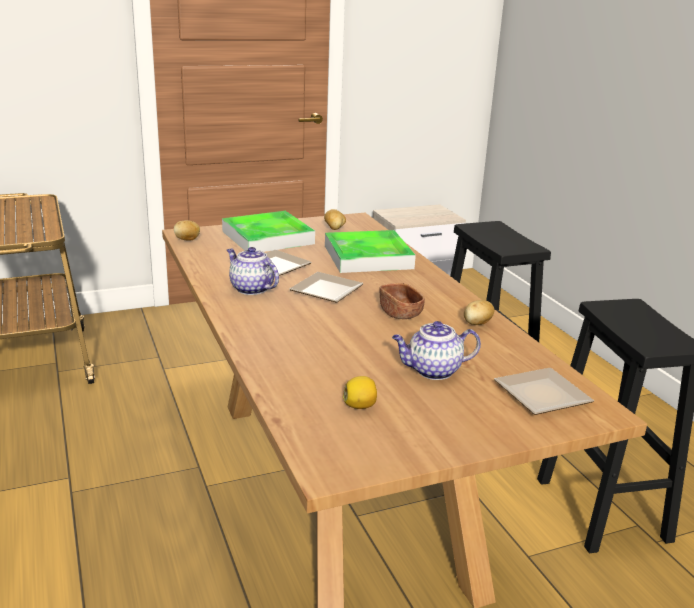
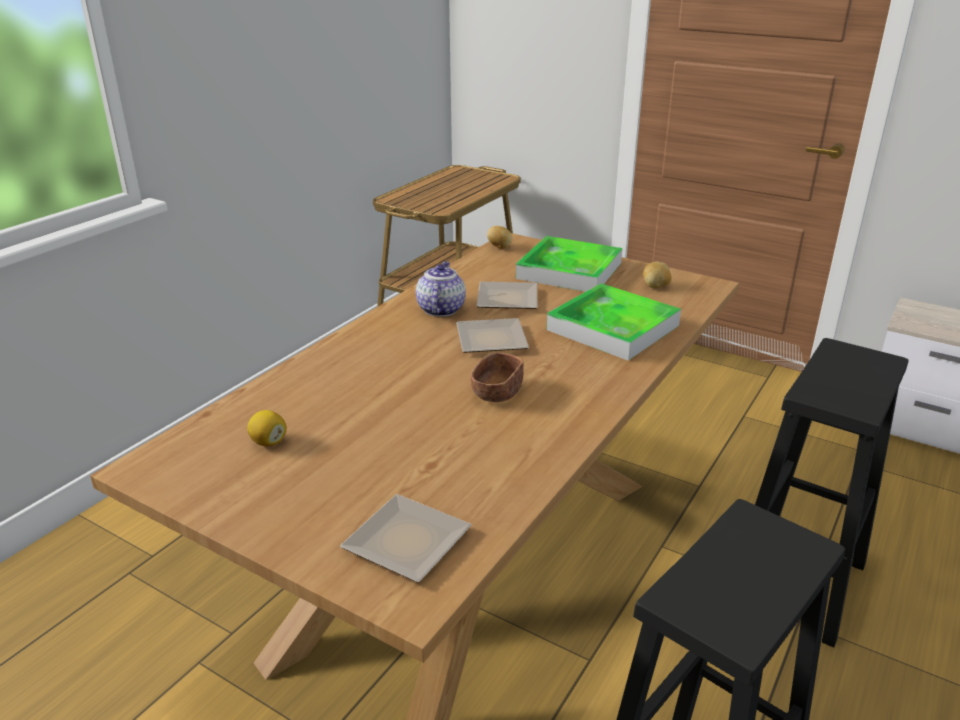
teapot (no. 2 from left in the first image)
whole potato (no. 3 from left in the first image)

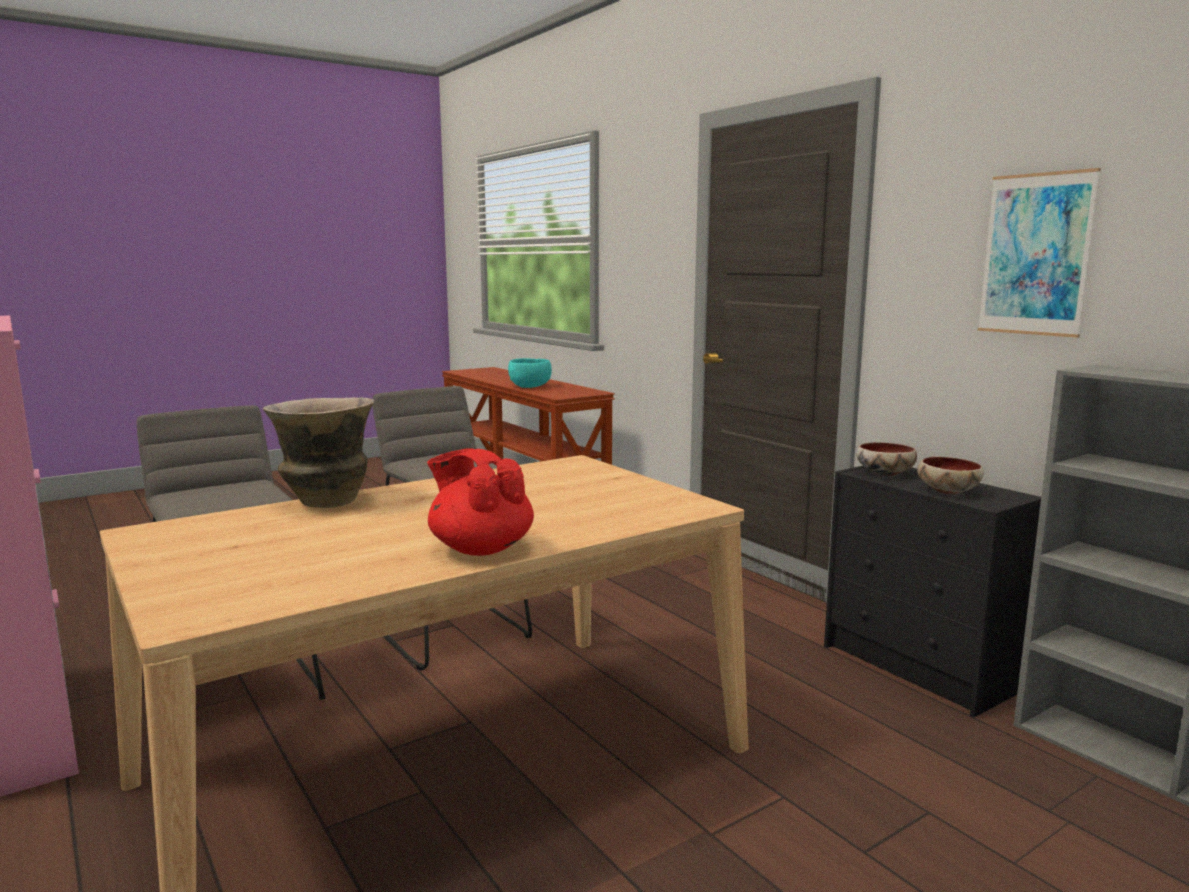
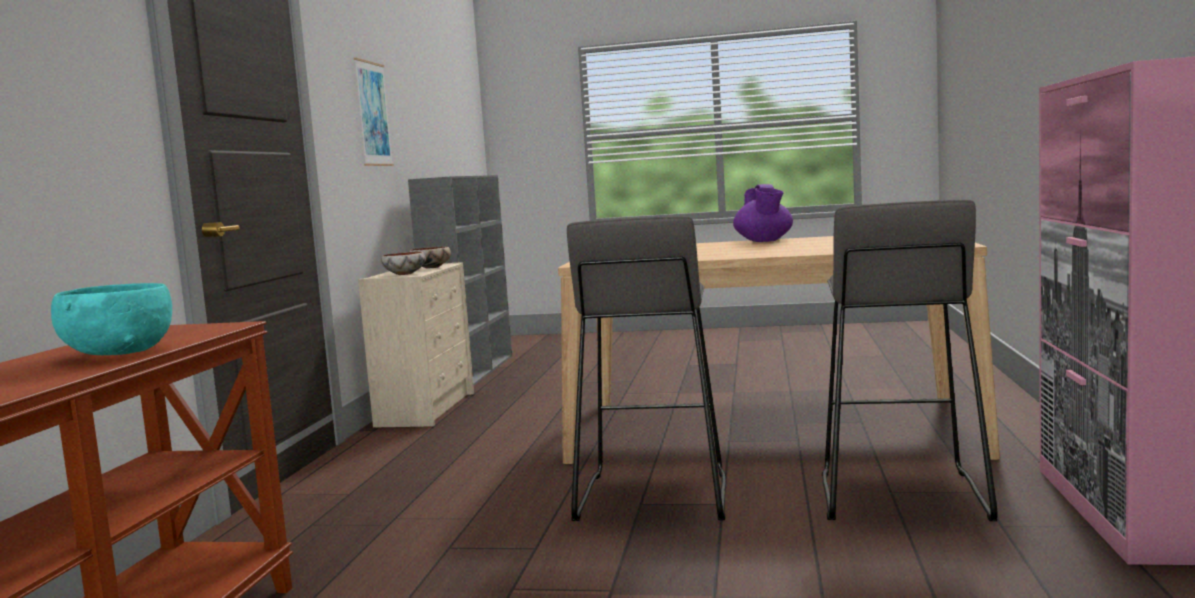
beige chest of drawers
purple-coloured teapot
flower vase

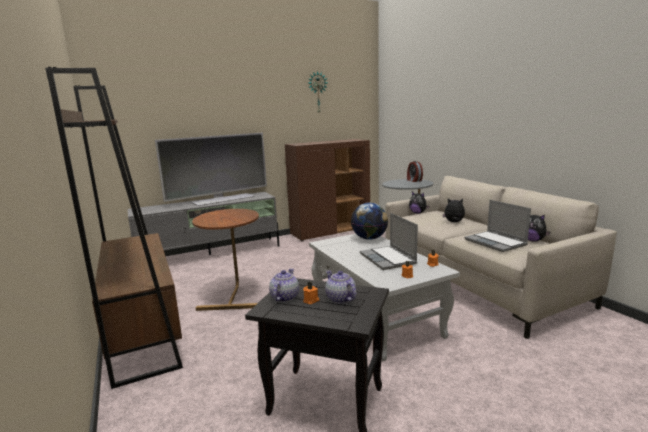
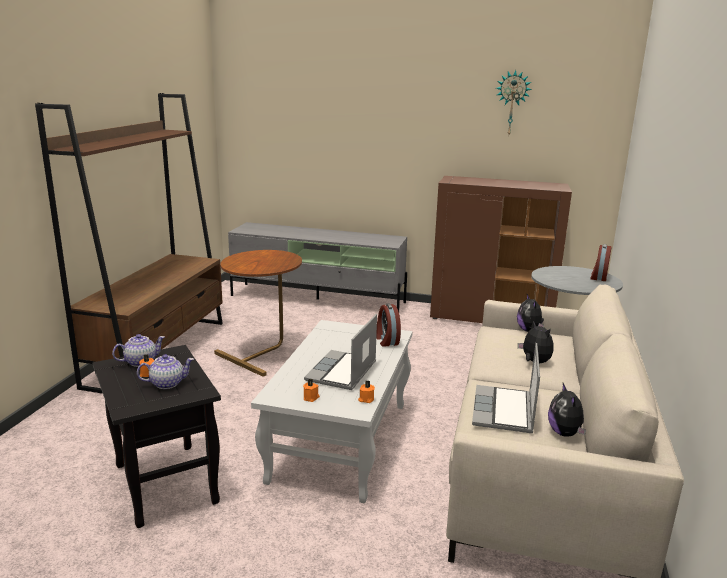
teapot (no. 2 from left)
table clock (no. 1 from left)
TV

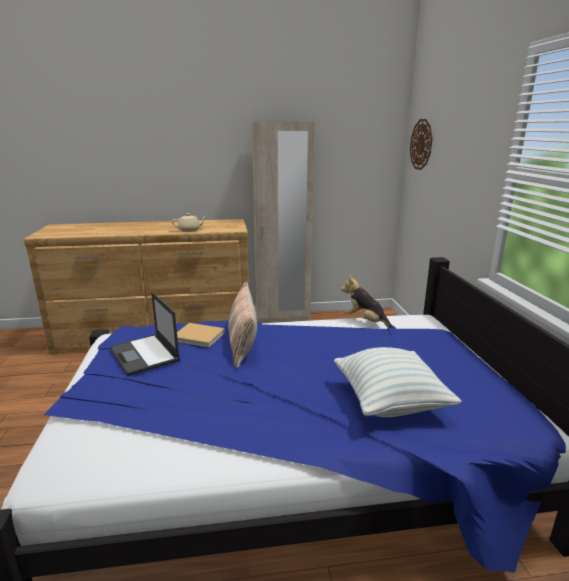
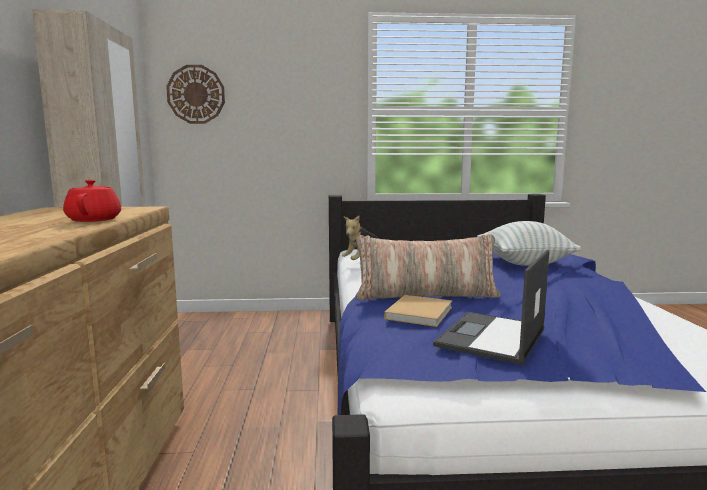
reddish teapot
portable computer

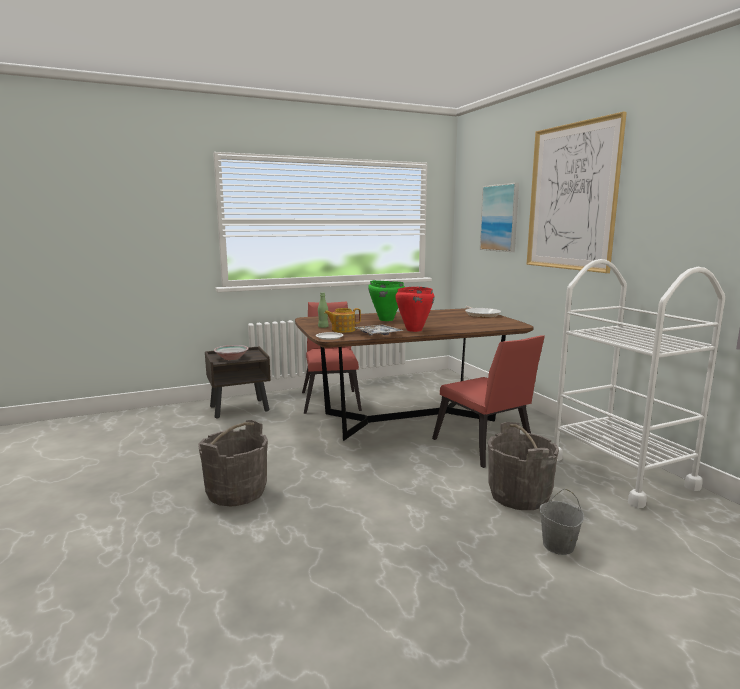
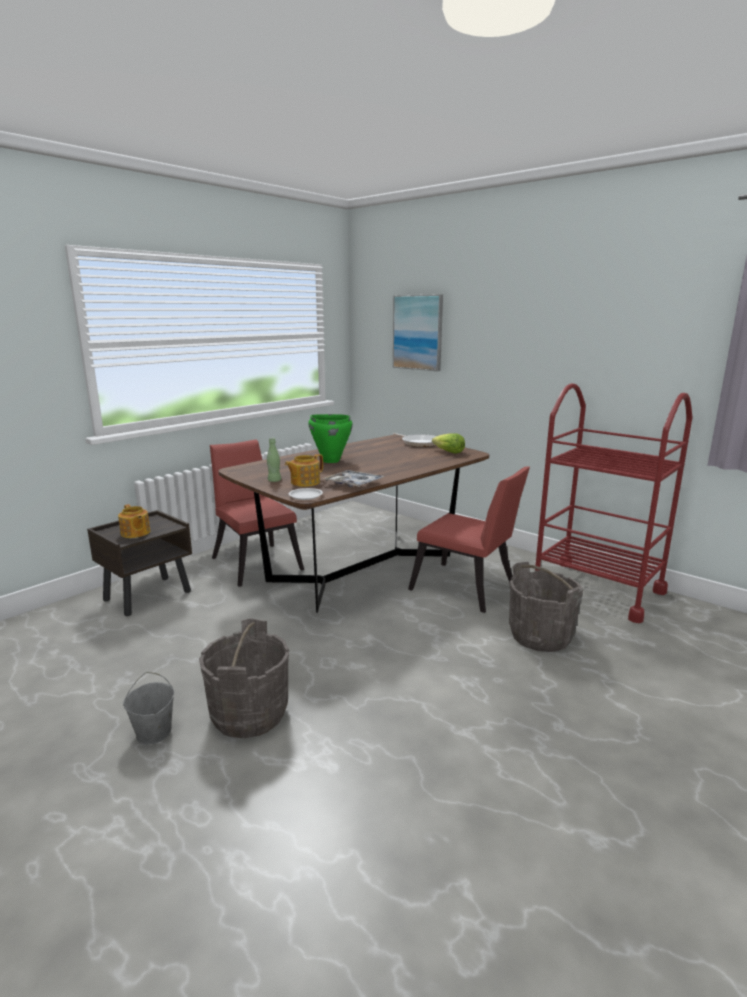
teapot (no. 1 from left)
greyish bucket (no. 1 from left)
head of lettuce
reddish trolley
reddish stockpot
wall picture (no. 2 from left in the first image)

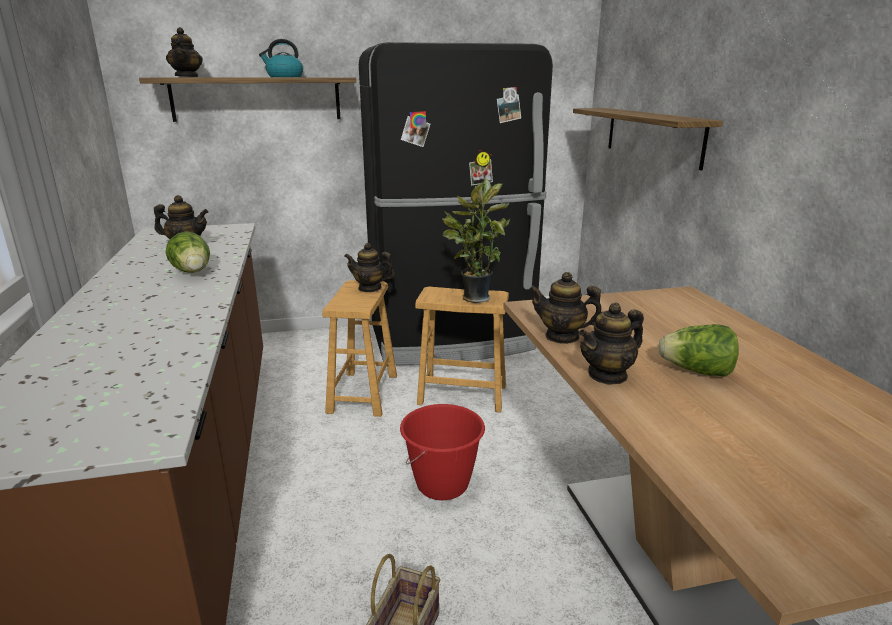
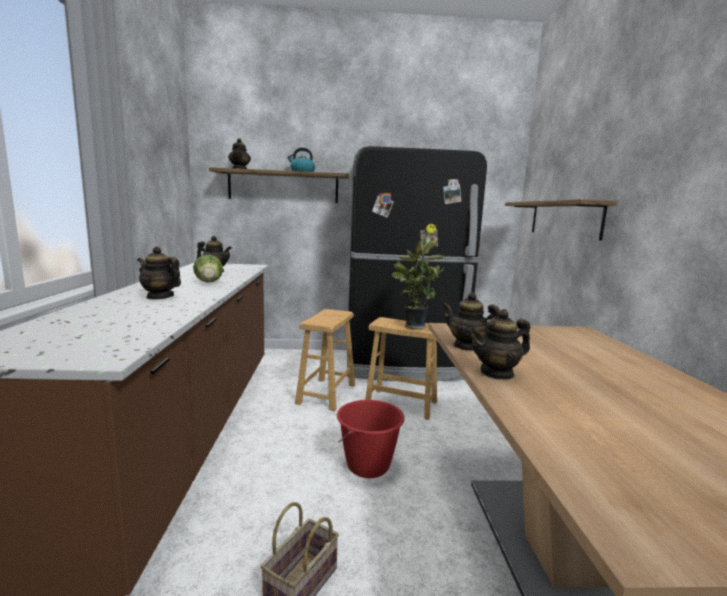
teapot (no. 1 from left)
head of lettuce (no. 2 from left in the first image)

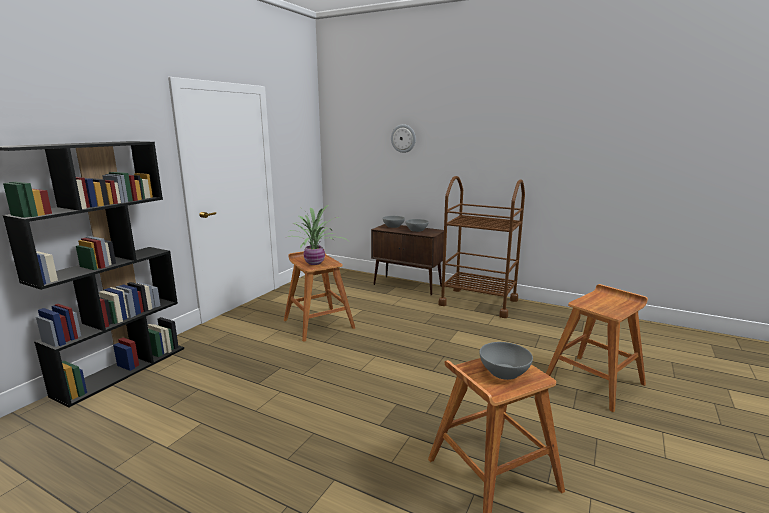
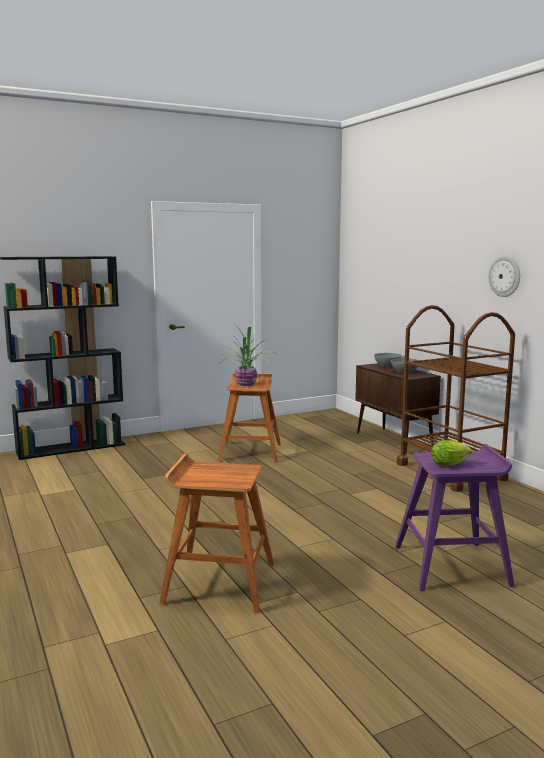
purple-coloured stool seat
head of lettuce
wall clock
greyish deep dish (no. 3 from left in the first image)

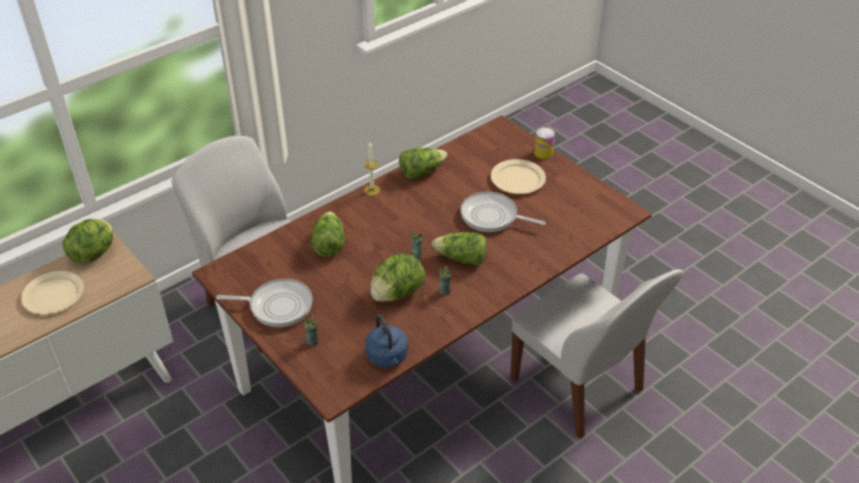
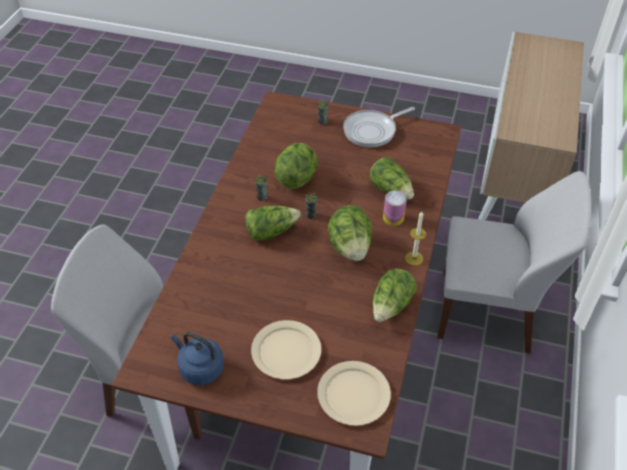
bluish tea kettle
beige dinner plate (no. 2 from left)
head of lettuce (no. 3 from left)
sealed can
pan (no. 2 from left in the first image)

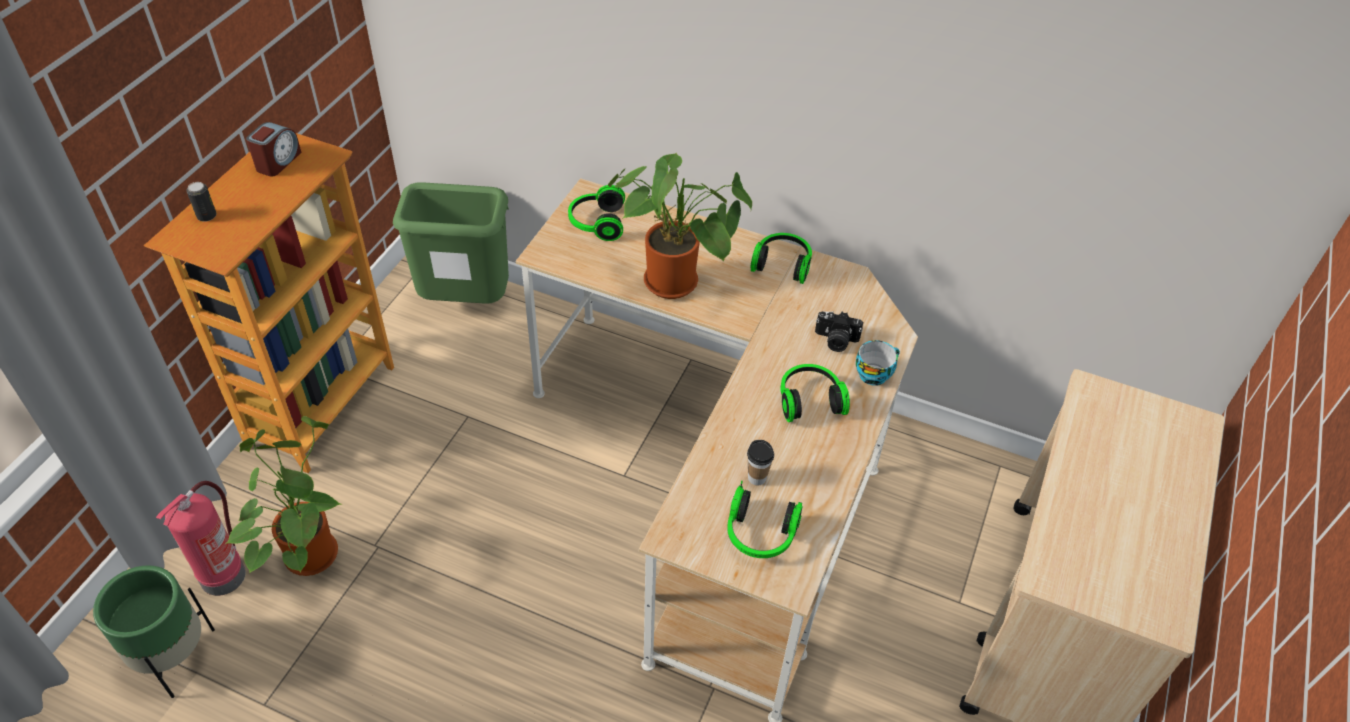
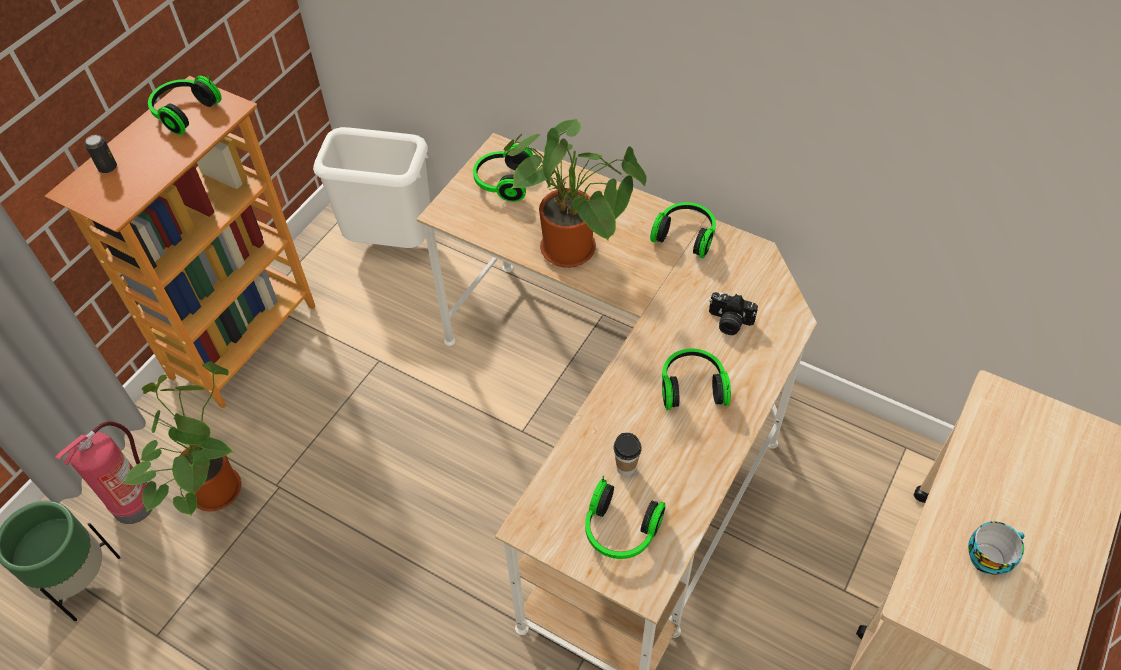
pair of headphones (no. 1 from left)
whitish rubbish bin
cup (no. 2 from left)

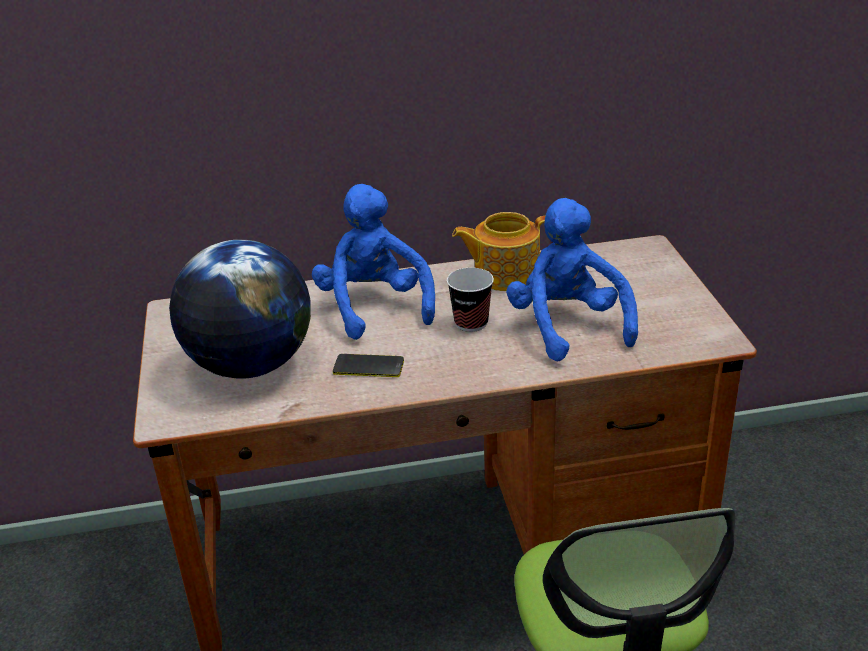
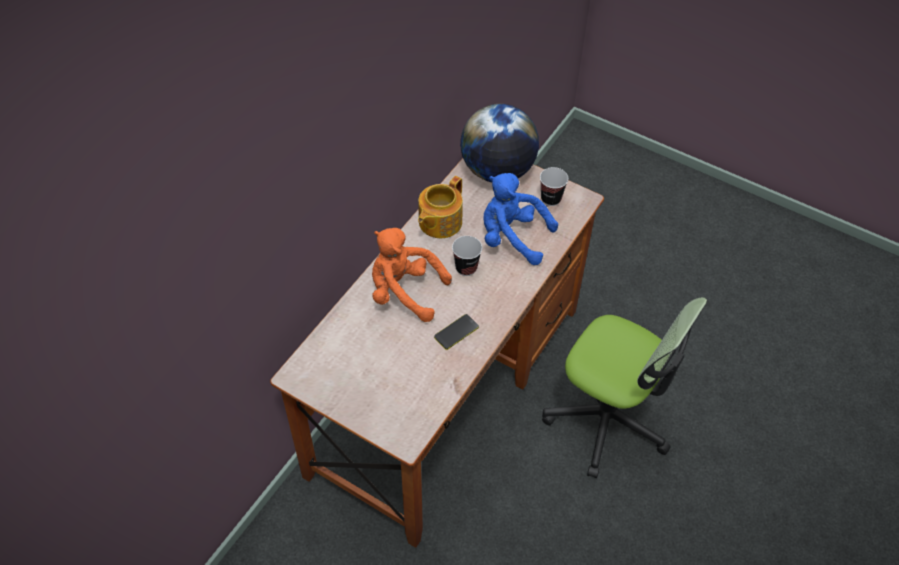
orange cuddly toy
globe
cup (no. 2 from left)

